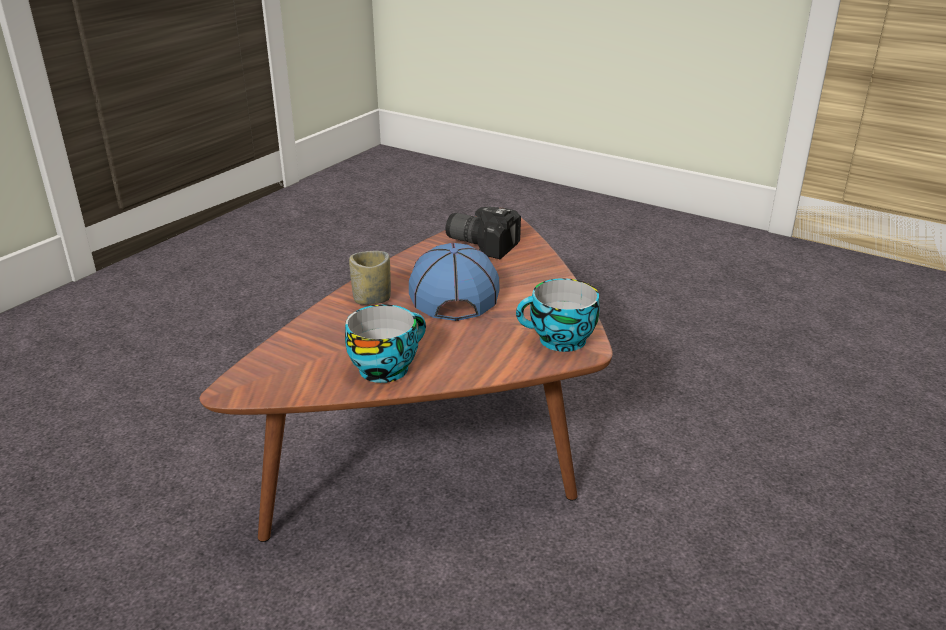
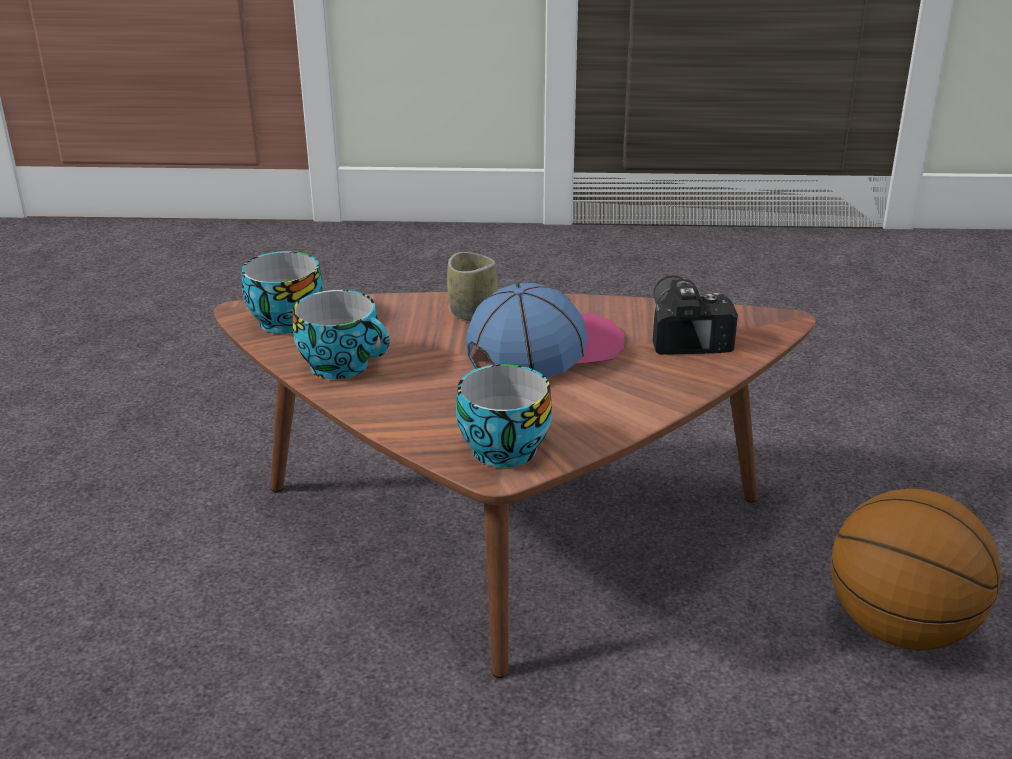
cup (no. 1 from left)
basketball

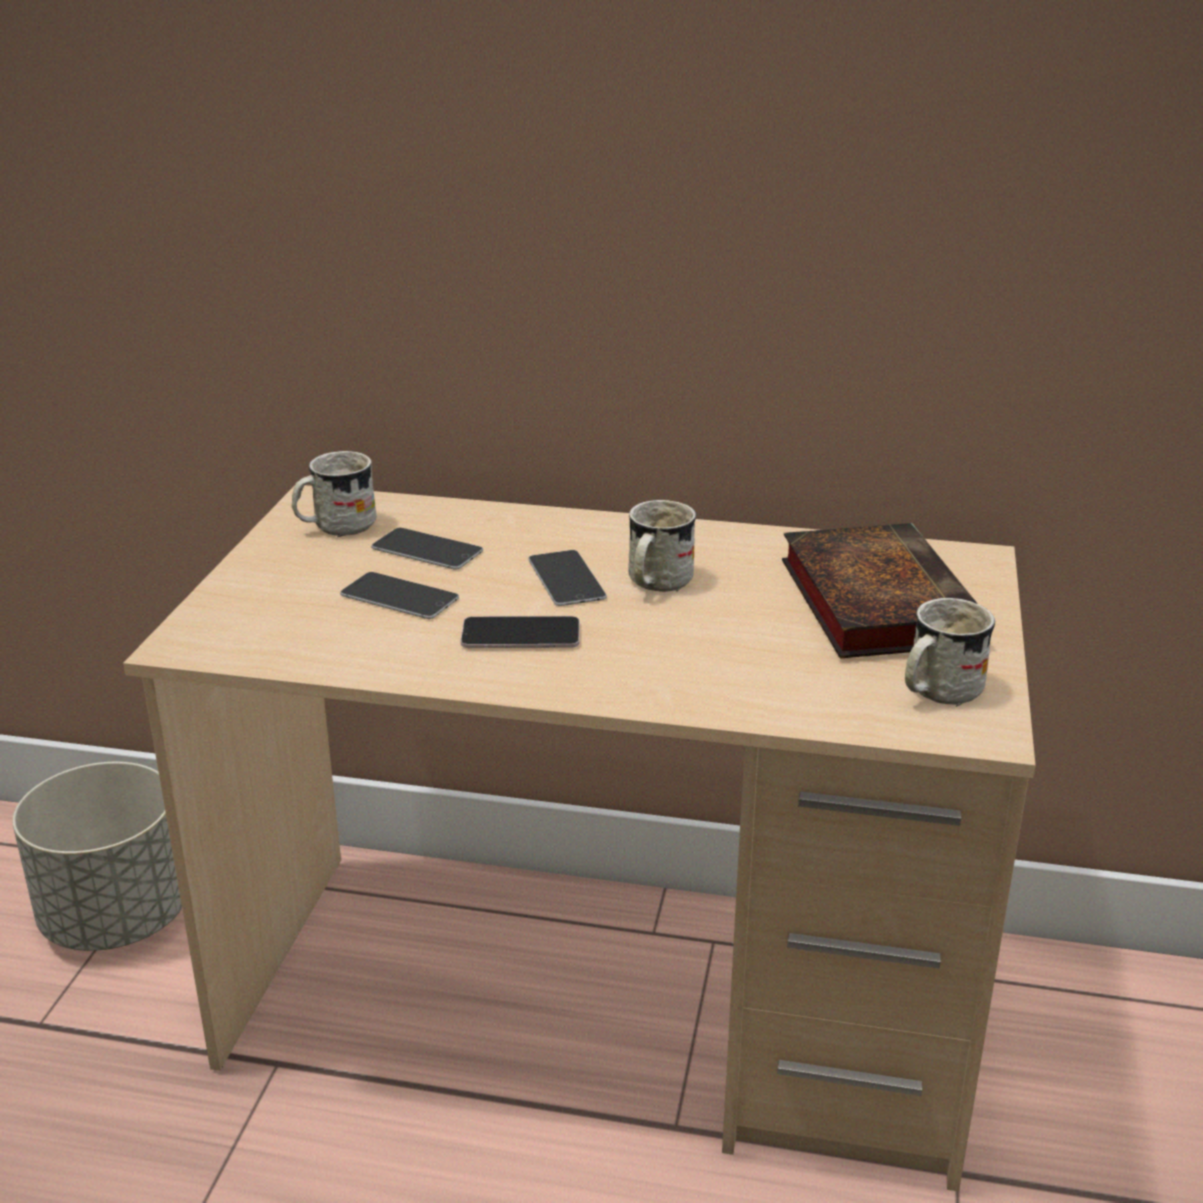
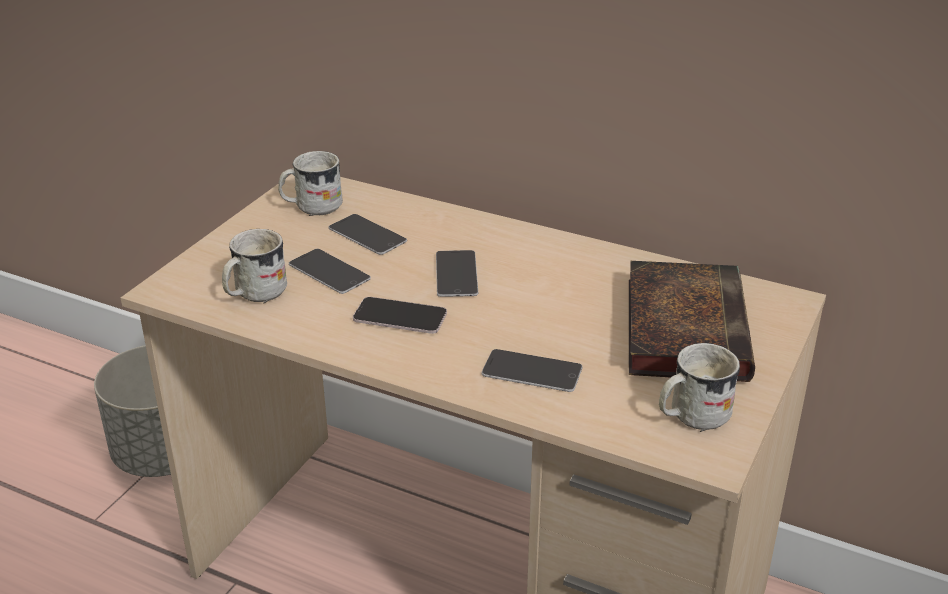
whitish mug (no. 1 from left)
handset (no. 5 from left)

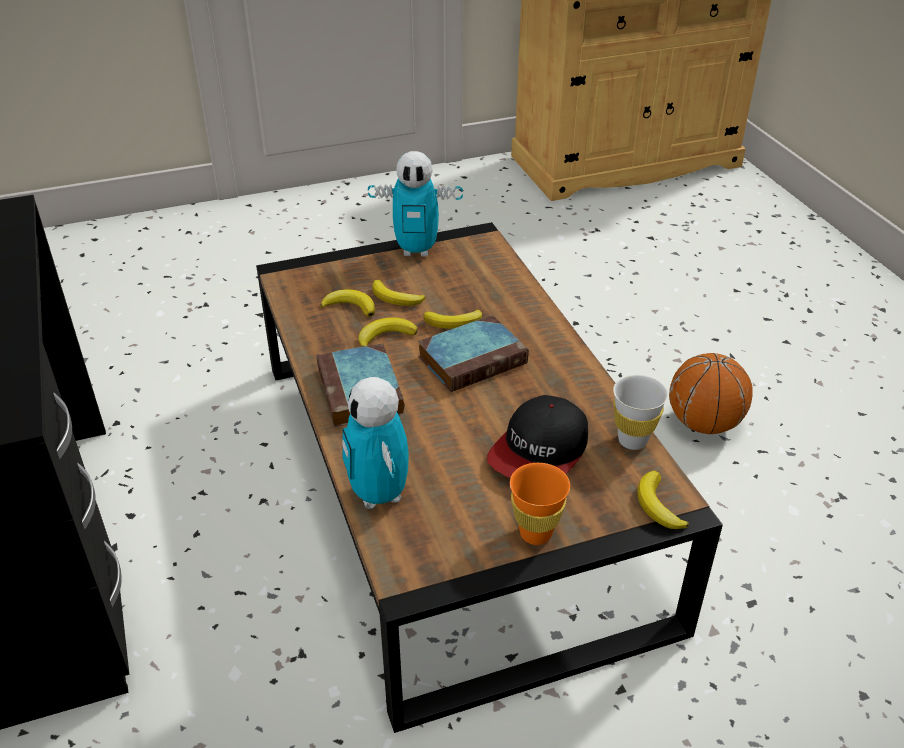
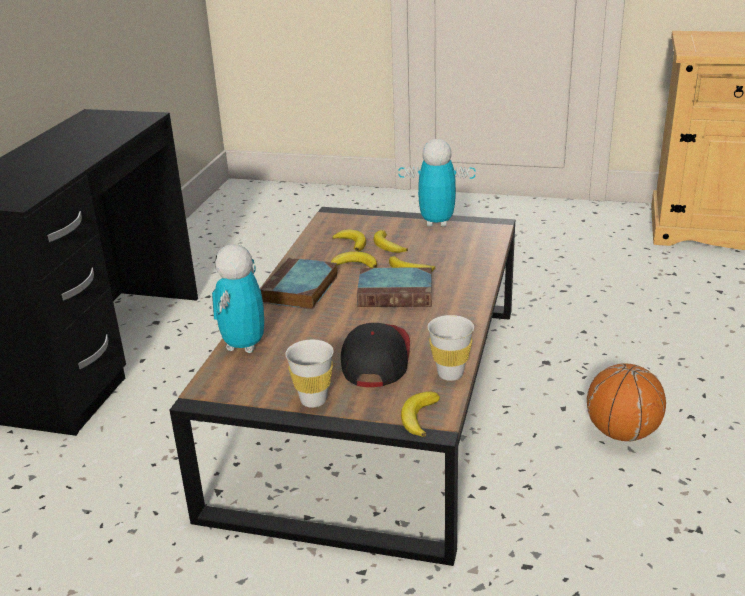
whitish cup (no. 1 from left)
cap
toy robot (no. 2 from left)

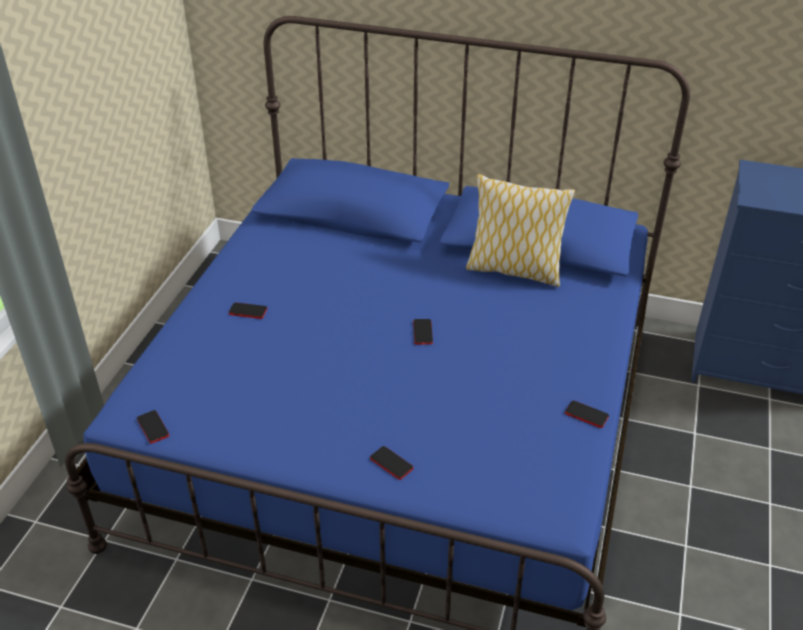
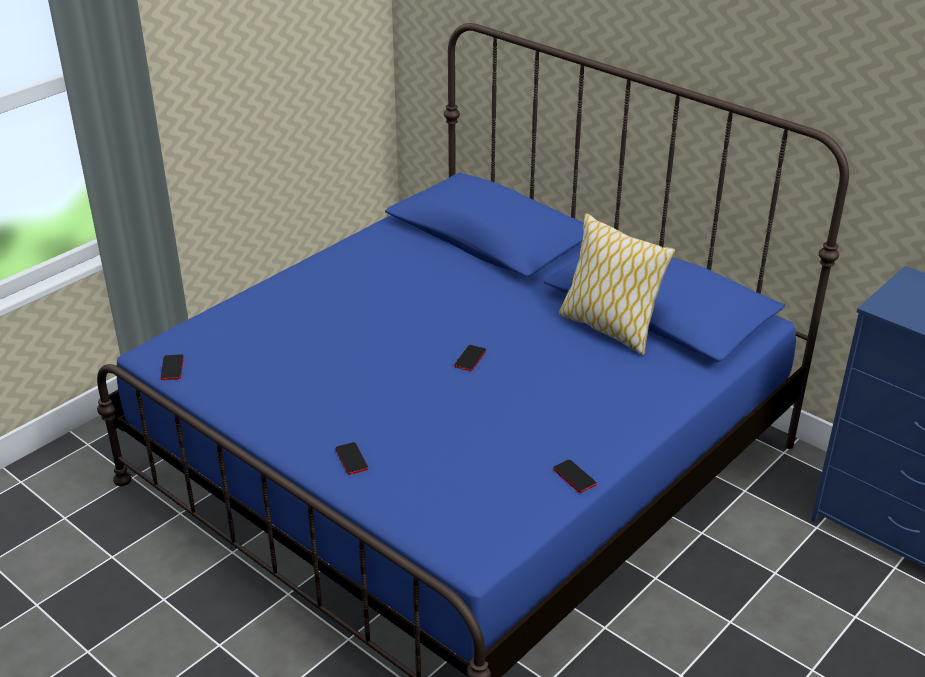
handset (no. 2 from left in the first image)

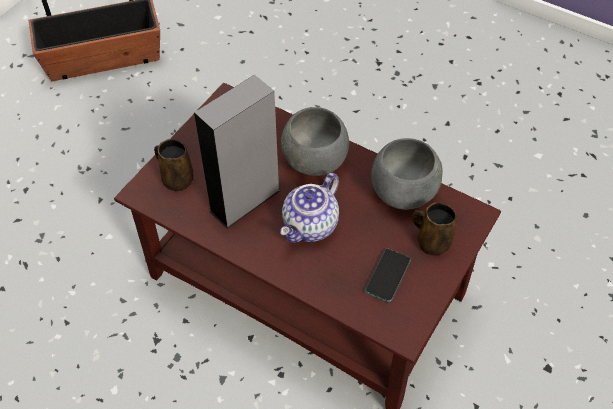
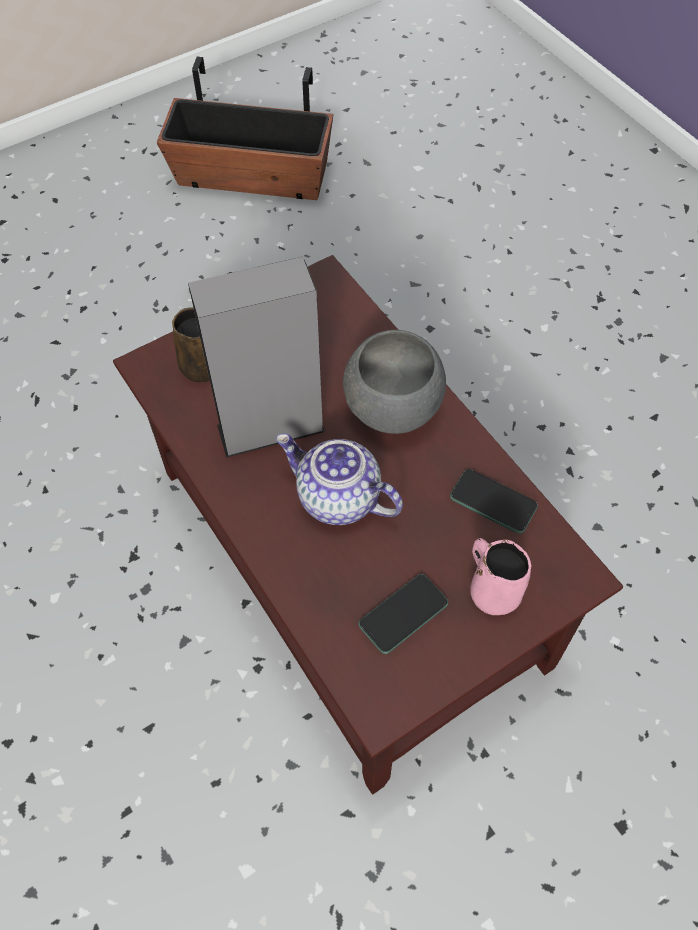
teapot
handset (no. 2 from left)
pink-coloured mug

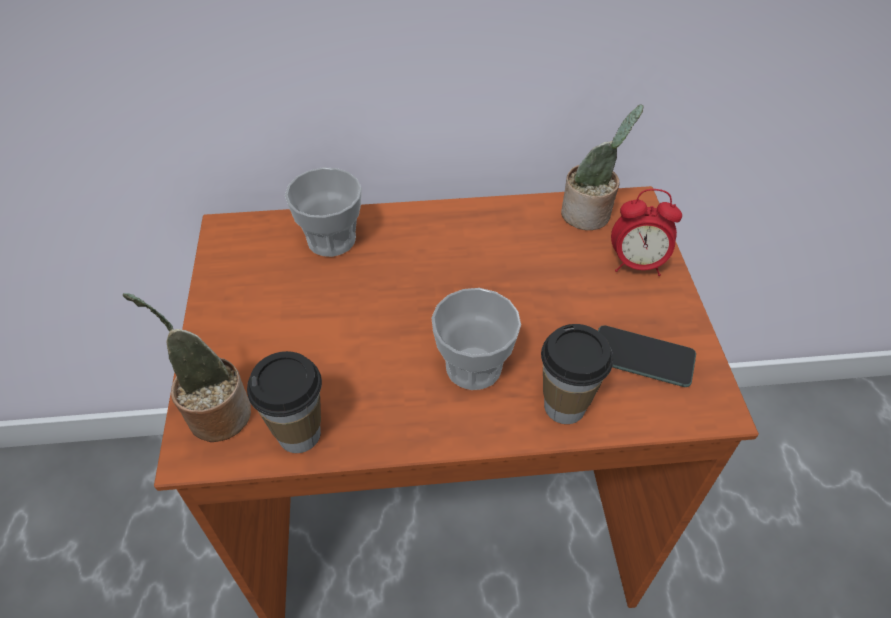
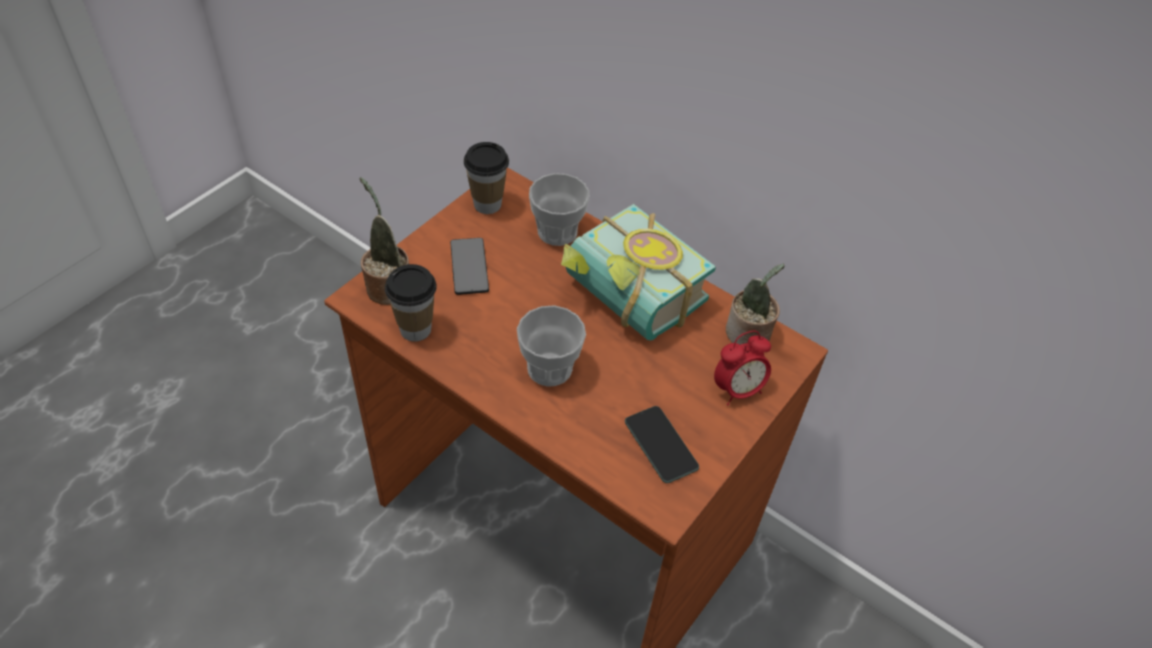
handset (no. 1 from left)
cup (no. 2 from left)
bound book
table clock

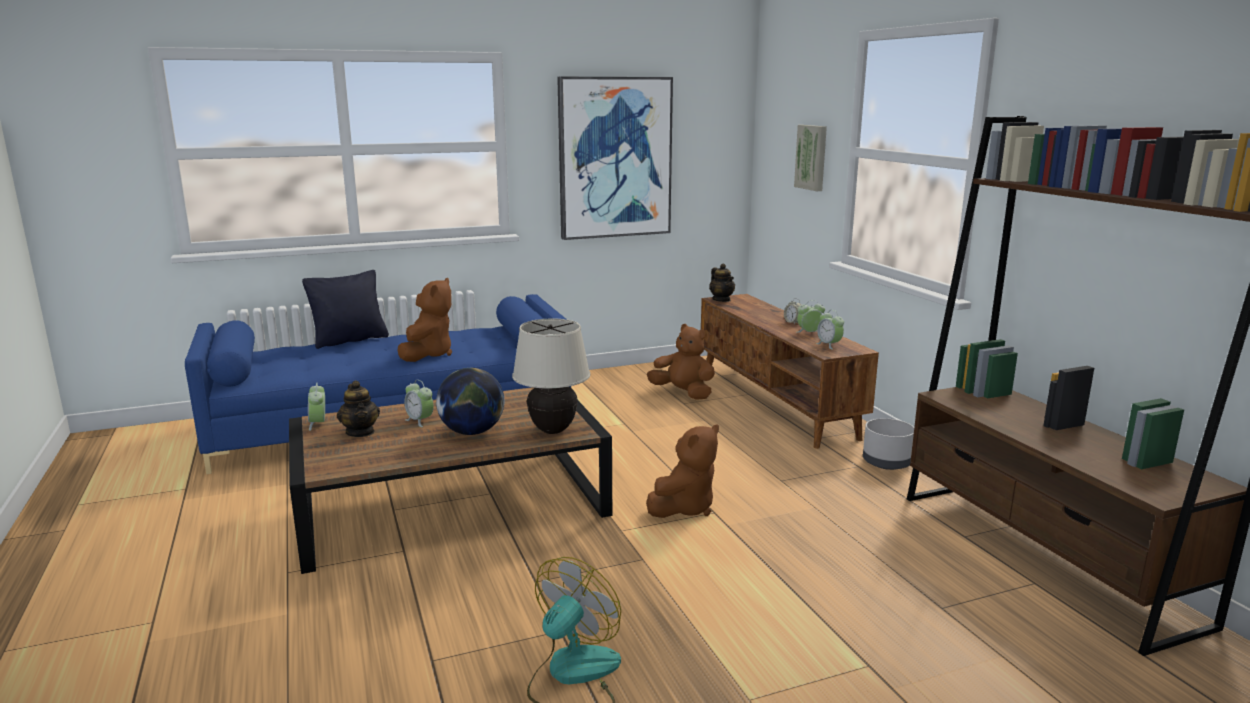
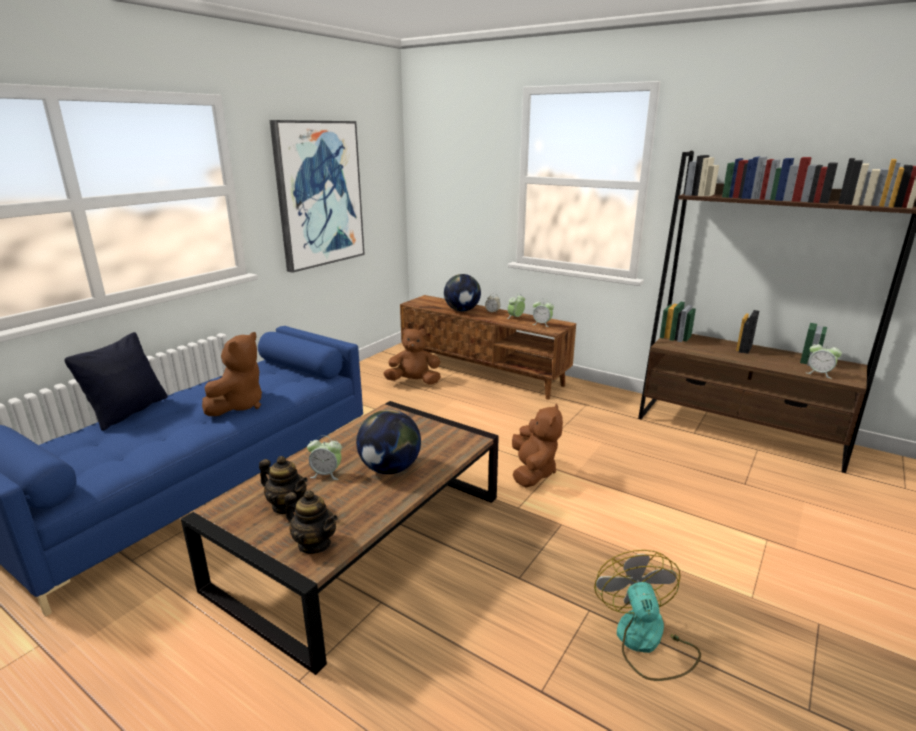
brownish cuddly toy (no. 1 from left)
teapot (no. 2 from left)
globe (no. 2 from left)
table clock (no. 5 from left)
beige tabletop lamp
wall picture (no. 2 from left in the first image)
greyish flower pot

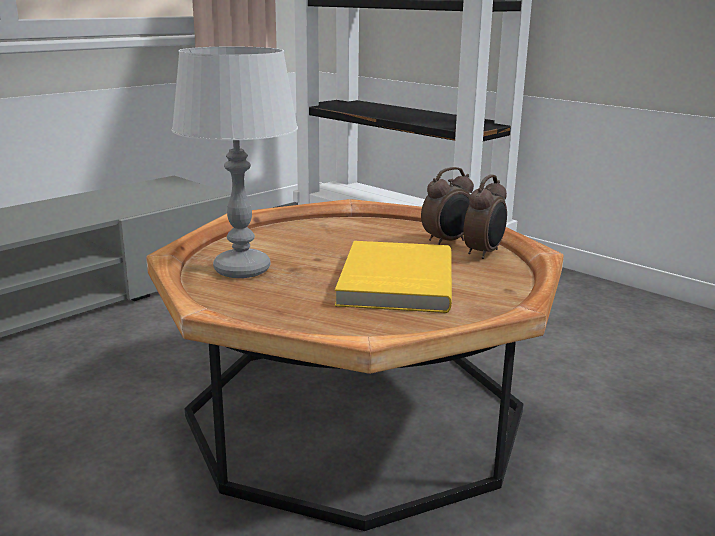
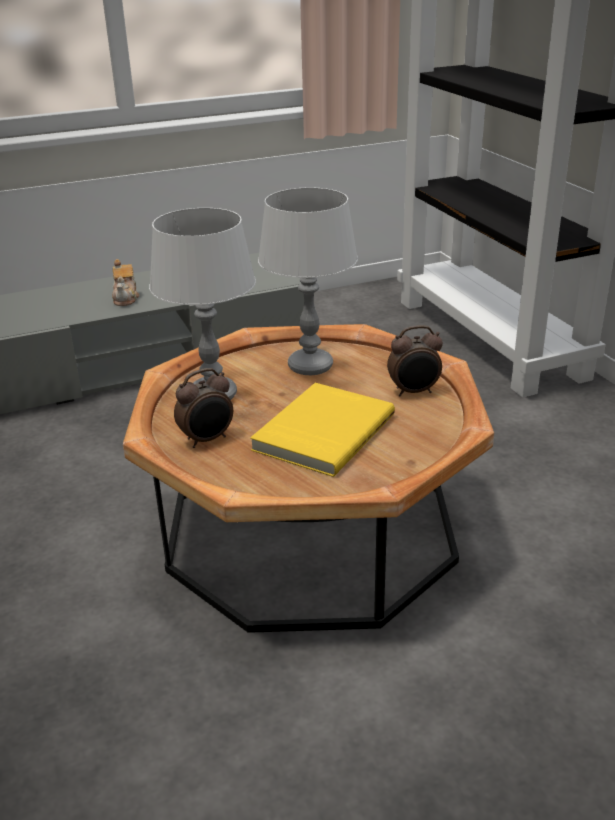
teapot
table clock (no. 1 from left)
greyish tabletop lamp (no. 2 from left)

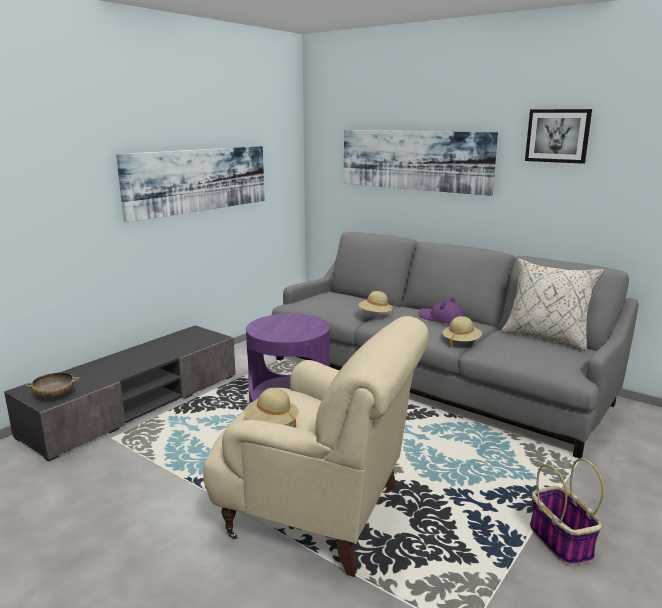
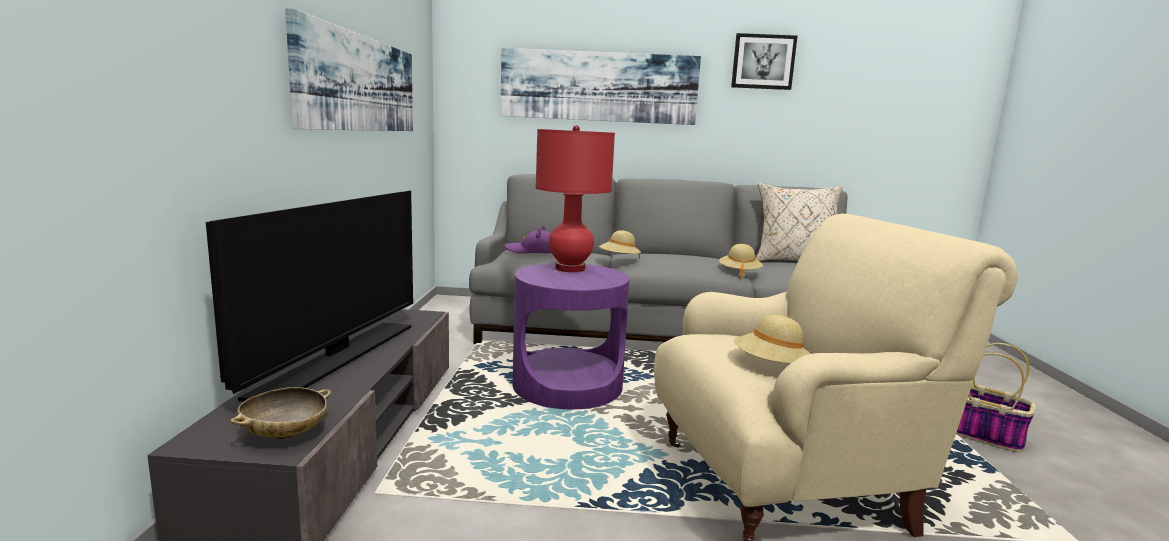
TV
purple-coloured hat
reddish tabletop lamp

